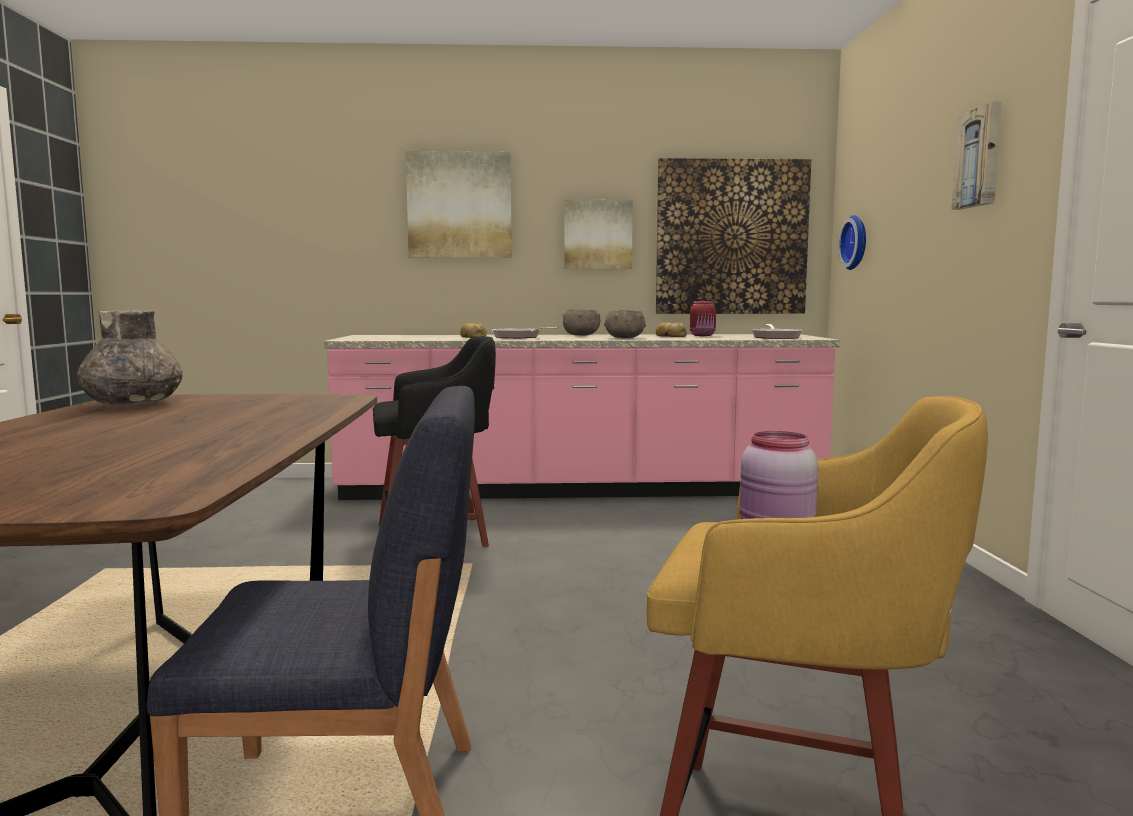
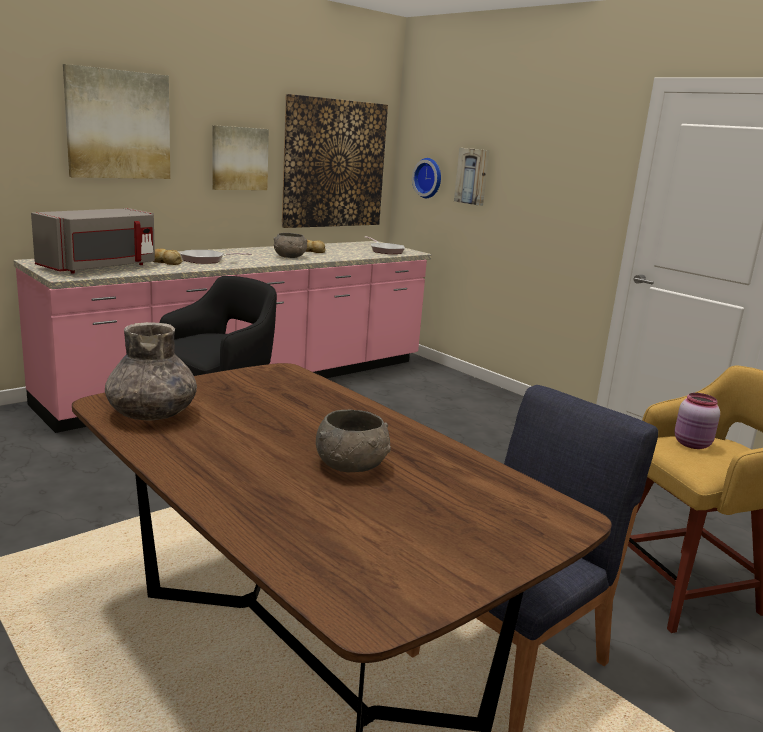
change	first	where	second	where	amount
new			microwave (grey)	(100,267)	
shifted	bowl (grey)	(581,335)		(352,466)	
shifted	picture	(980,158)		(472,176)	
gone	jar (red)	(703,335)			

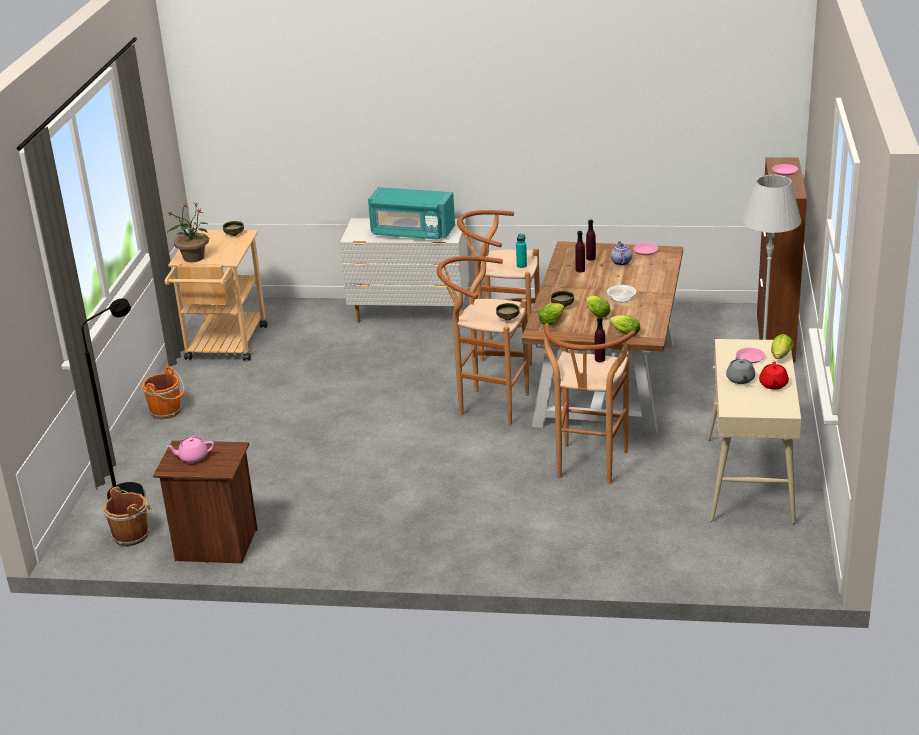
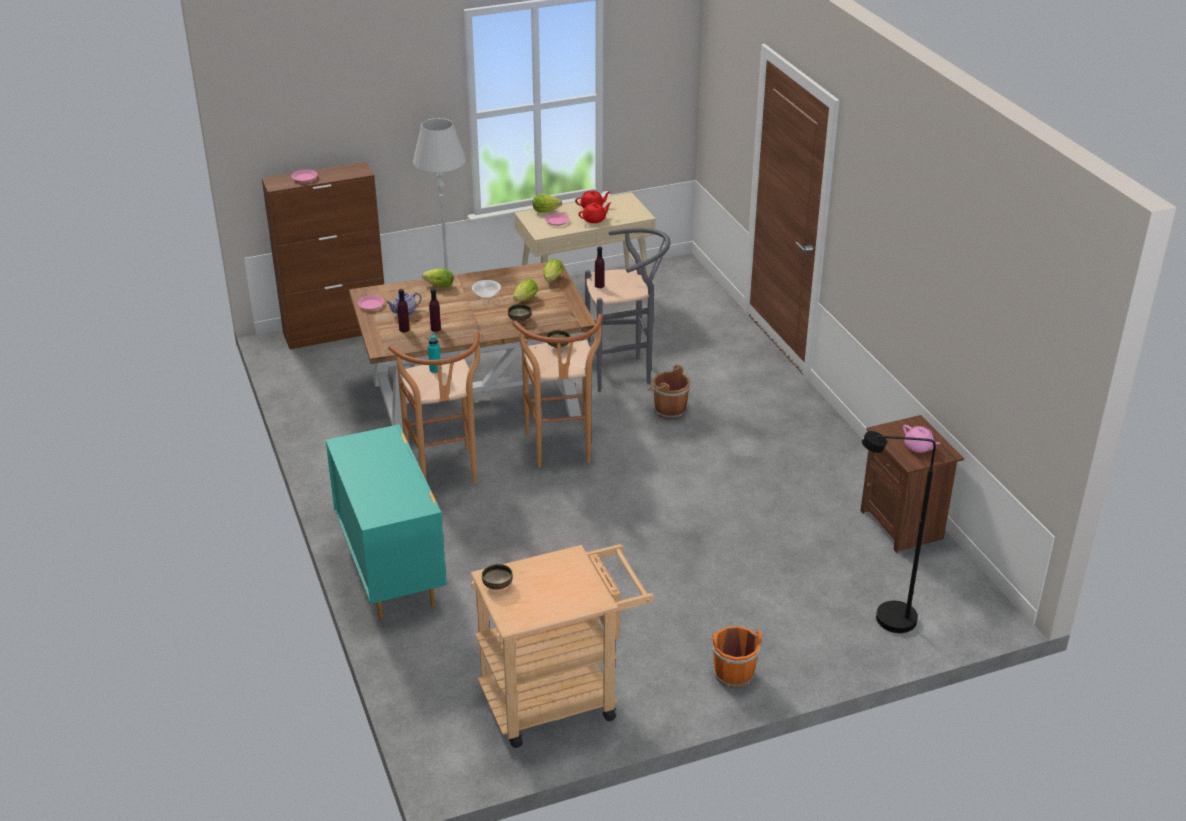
change	first	where	second	where	amount
repainted	dresser (white)	(411,314)	dresser (turquoise)	(391,570)	
shifted	lettuce	(552,321)		(437,286)	
repainted	teapot (grey)	(740,379)	teapot (red)	(594,219)	
repainted	stool (brown)	(588,468)	stool (grey)	(625,372)	
shifted	bucket (brown)	(132,535)		(668,410)	
gone	potted plant	(193,257)			
gone	microwave (turquoise)	(412,233)			

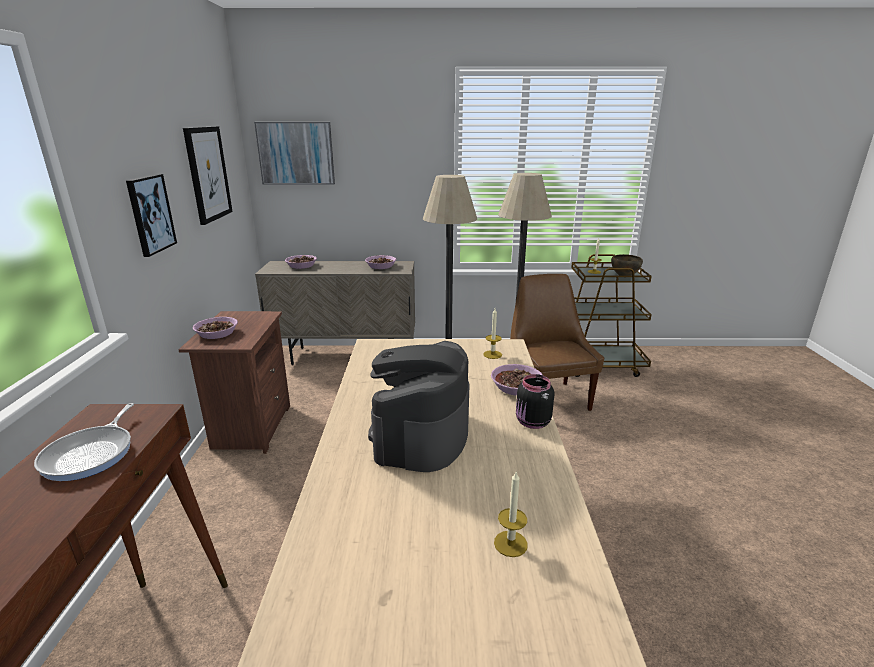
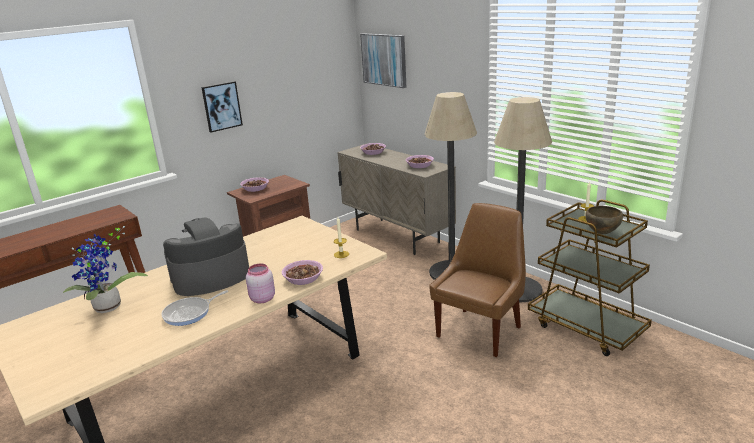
change	first	where	second	where	amount
new			potted plant	(109,309)	
shifted	frying pan	(91,454)		(190,313)	
repainted	jar (black)	(532,423)	jar (pink)	(262,299)	
gone	picture	(207,174)			
gone	candle	(510,543)			

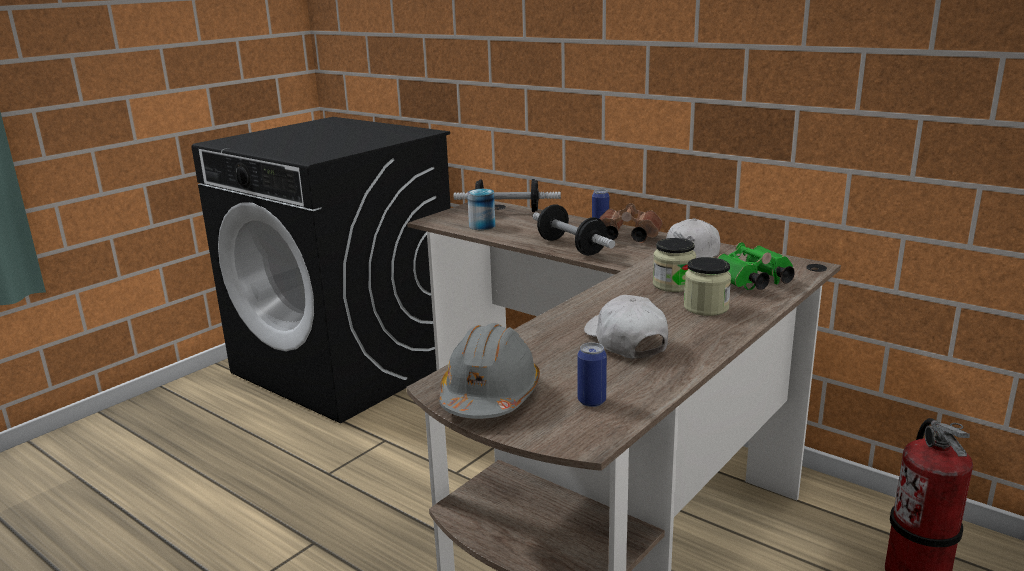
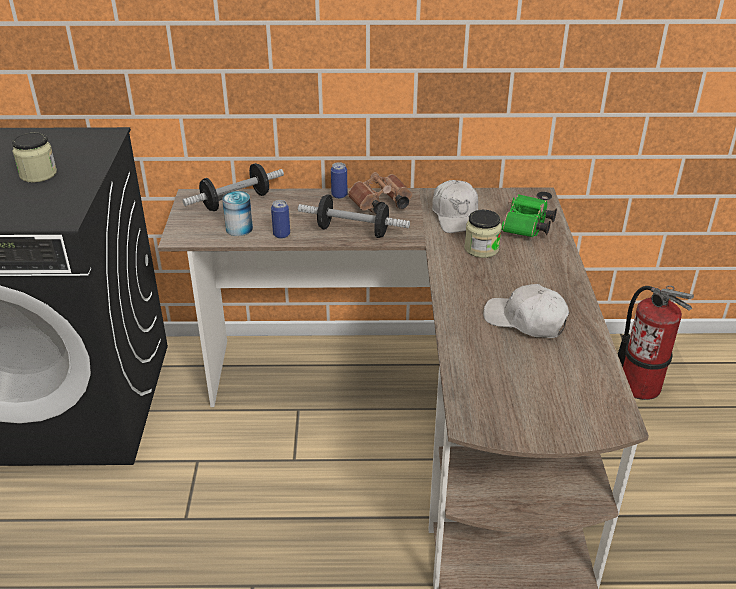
change	first	where	second	where	amount
shifted	jar	(706,307)		(38,174)	
shifted	can	(591,401)		(281,234)	
gone	hard hat (grey)	(489,396)			

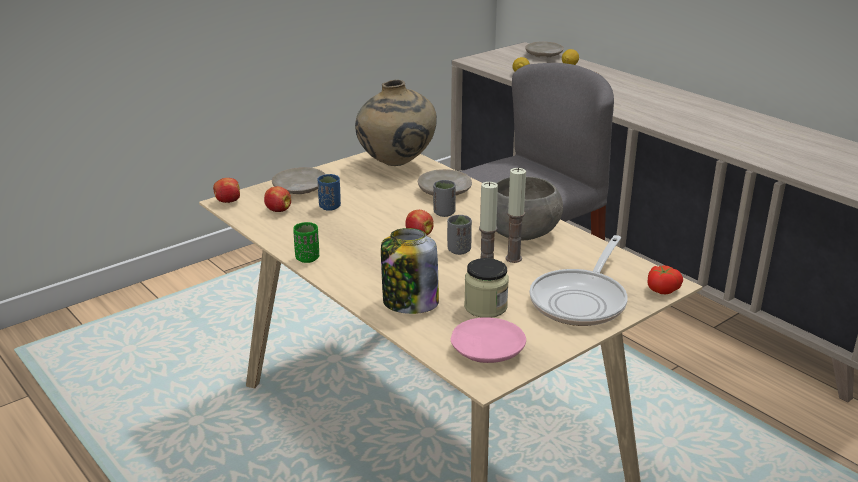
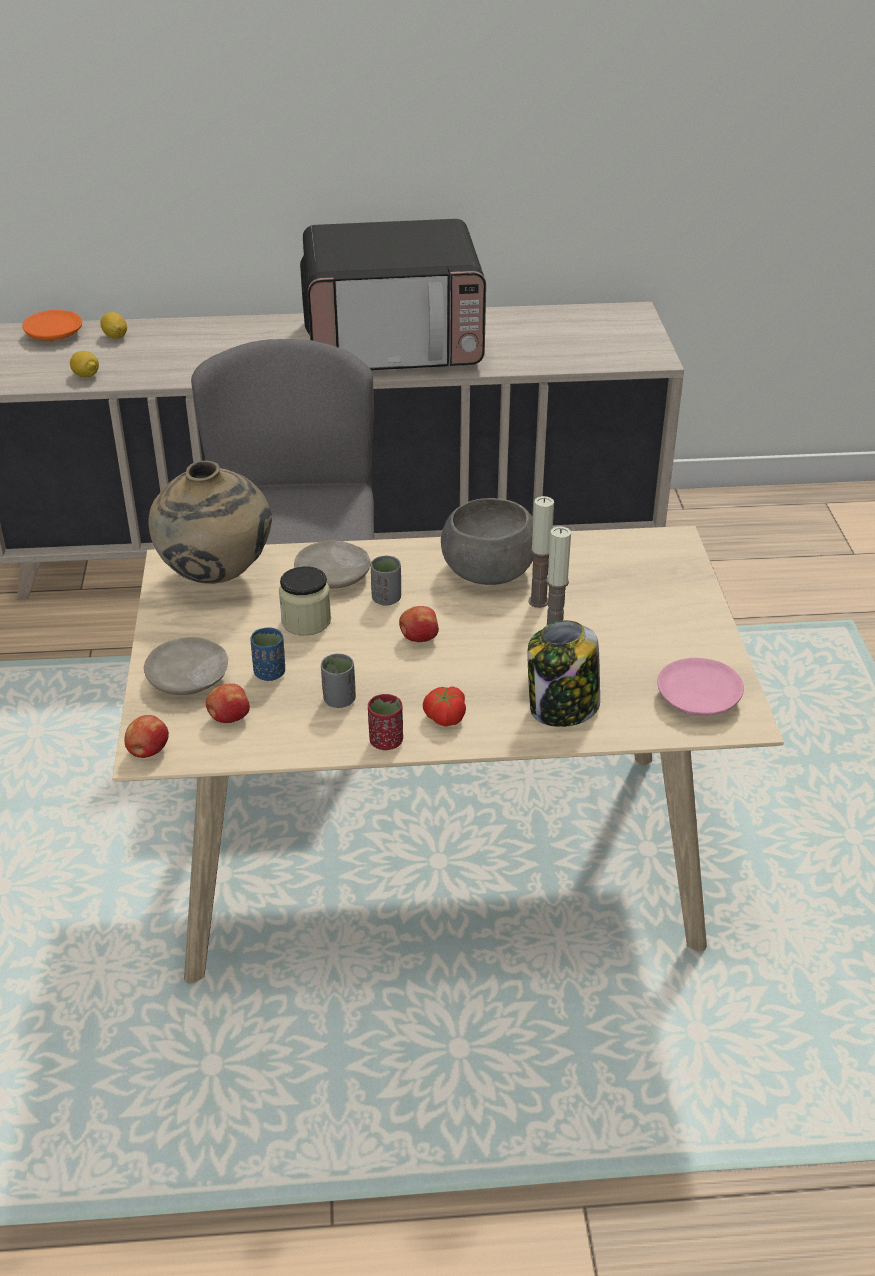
change	first	where	second	where	amount
repainted	plate (beige)	(543,55)	plate (orange)	(54,335)	
shifted	jar	(485,307)		(306,621)	
new			microwave	(394,343)	
shifted	cup (grey)	(459,250)		(339,700)	
repainted	cup (green)	(307,258)	cup (red)	(386,741)	
shifted	tomato	(661,289)		(444,717)	
gone	frying pan	(581,300)			

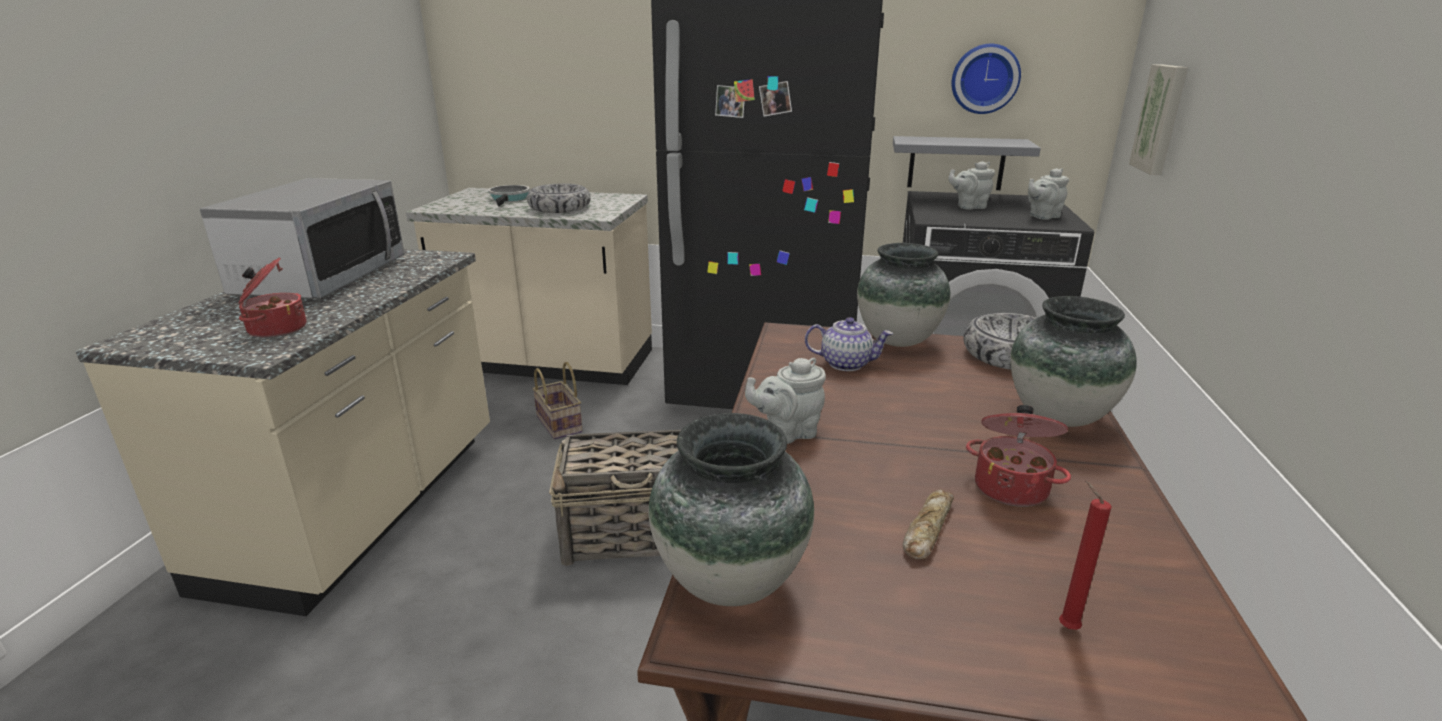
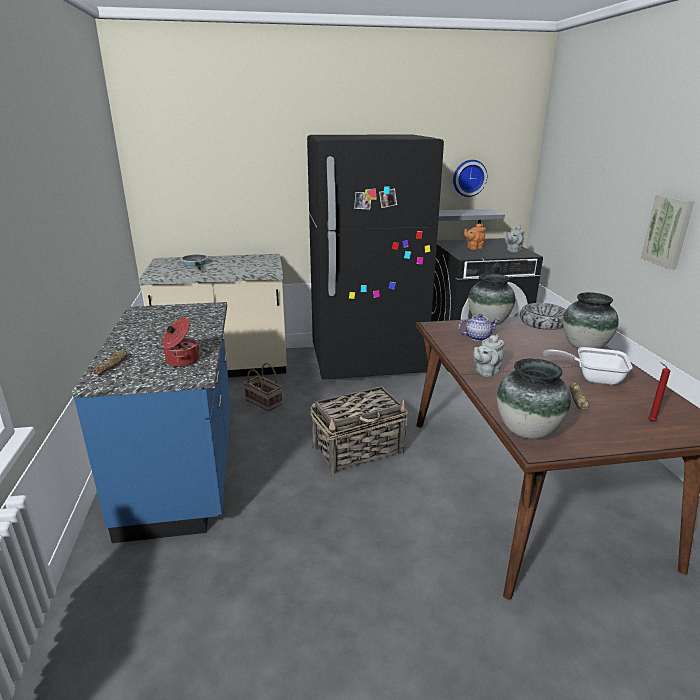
change	first	where	second	where	amount
repainted	counter (beige)	(364,508)	counter (blue)	(184,471)	
new			bread	(112,365)	
repainted	teapot (grey)	(969,207)	teapot (orange)	(473,248)	
swapped	cooking pot	(1011,487)	frying pan	(592,378)	
shifted	picture	(1161,119)		(668,231)	
gone	microwave	(322,278)			
gone	bowl	(560,208)			

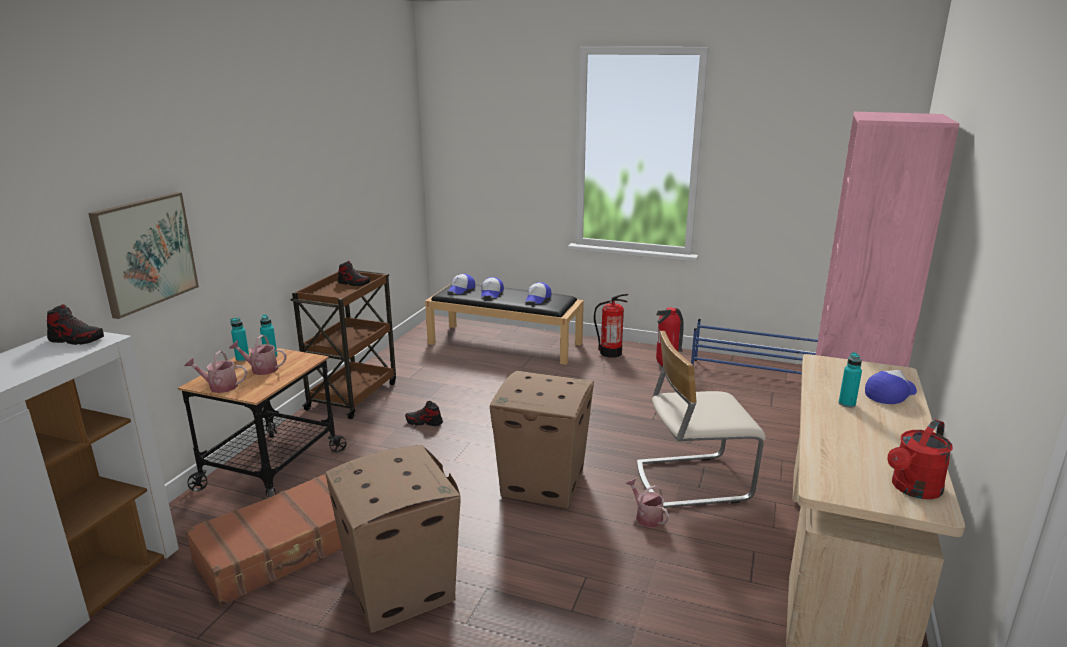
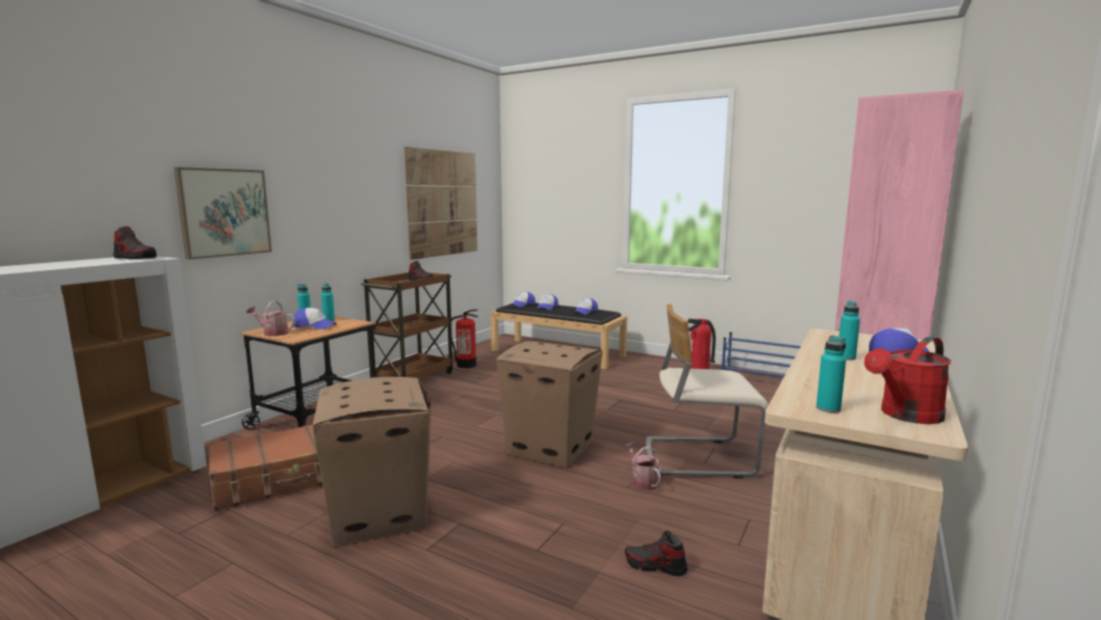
change	first	where	second	where	amount
swapped	watering can	(261,369)	cap	(314,326)	
new			picture	(443,203)	
shifted	fire extinguisher	(610,353)		(466,365)	
shifted	shoe	(424,422)		(655,566)	
new			bottle (turquoise)	(828,409)	

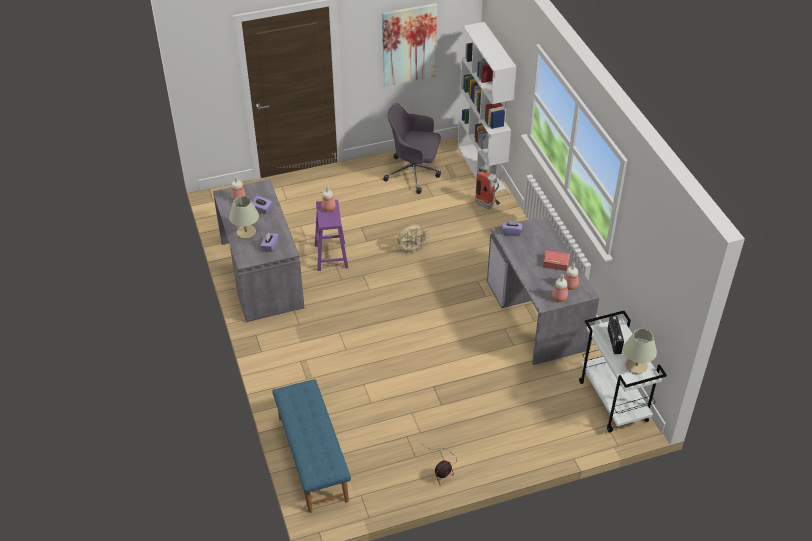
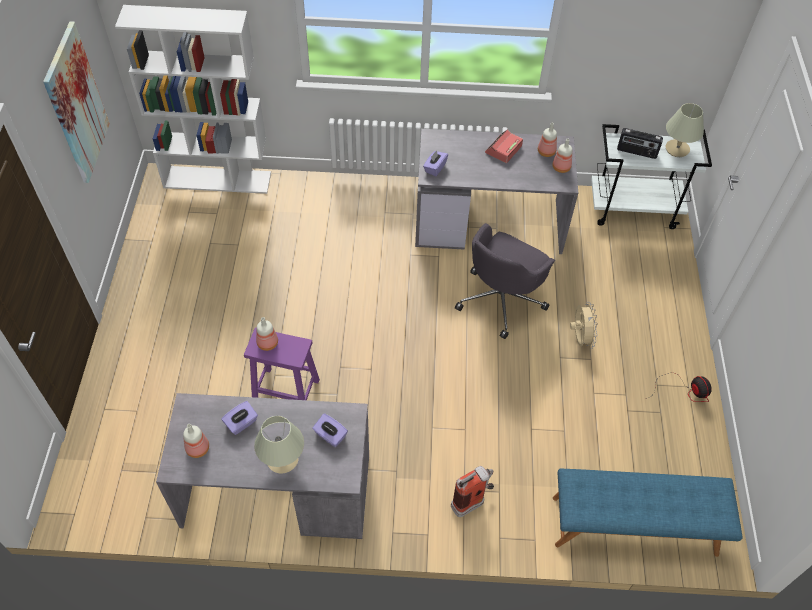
change	first	where	second	where	amount
shifted	fire extinguisher	(487,205)		(472,502)	
shifted	office chair (grey)	(414,173)		(501,299)	
shifted	fan (beige)	(412,249)		(579,338)	

